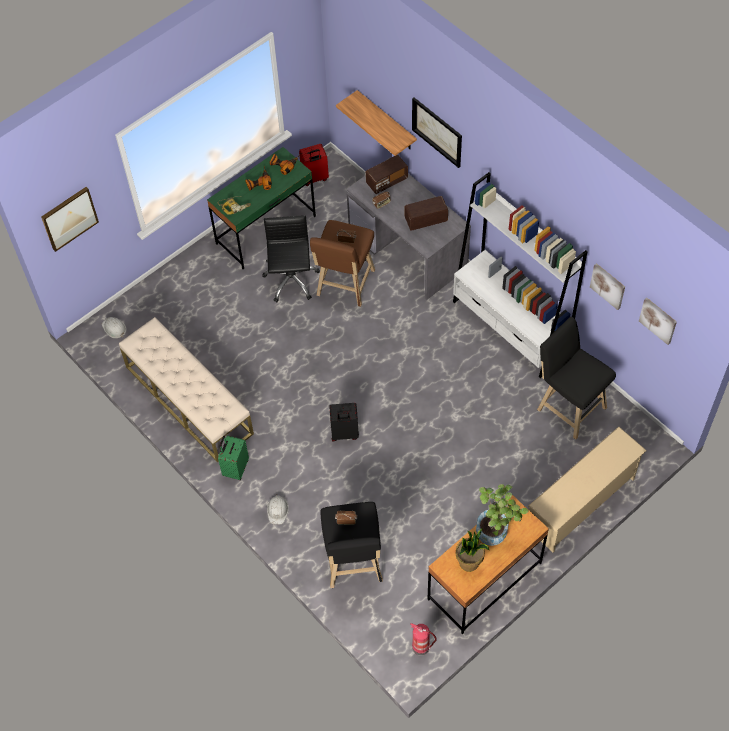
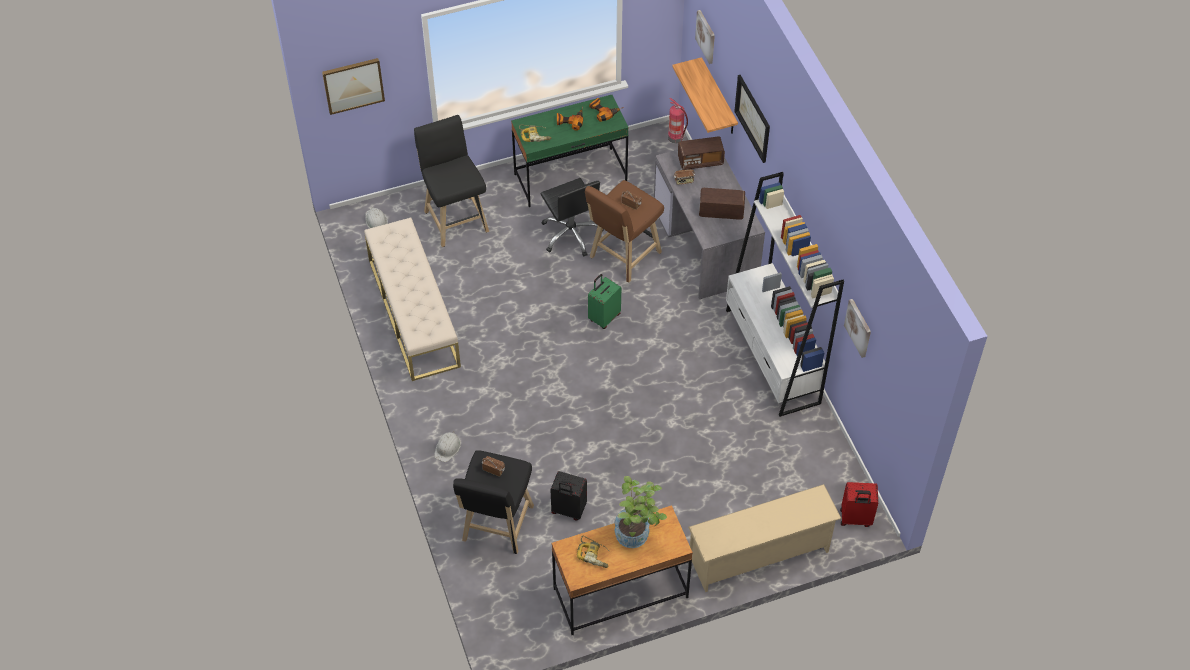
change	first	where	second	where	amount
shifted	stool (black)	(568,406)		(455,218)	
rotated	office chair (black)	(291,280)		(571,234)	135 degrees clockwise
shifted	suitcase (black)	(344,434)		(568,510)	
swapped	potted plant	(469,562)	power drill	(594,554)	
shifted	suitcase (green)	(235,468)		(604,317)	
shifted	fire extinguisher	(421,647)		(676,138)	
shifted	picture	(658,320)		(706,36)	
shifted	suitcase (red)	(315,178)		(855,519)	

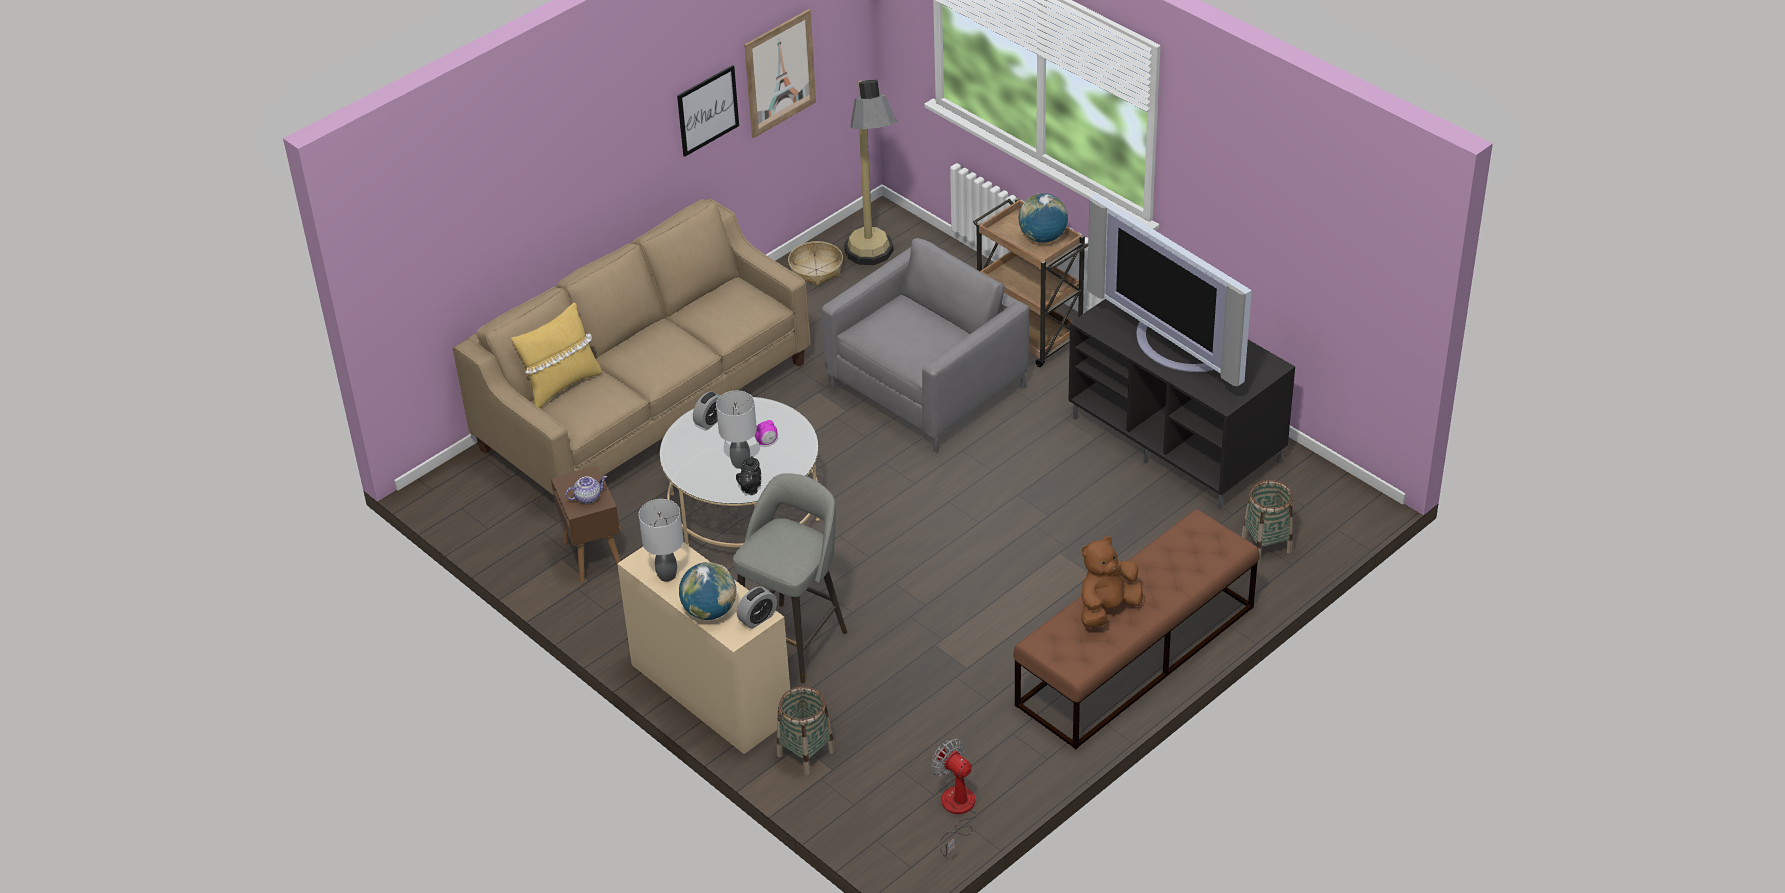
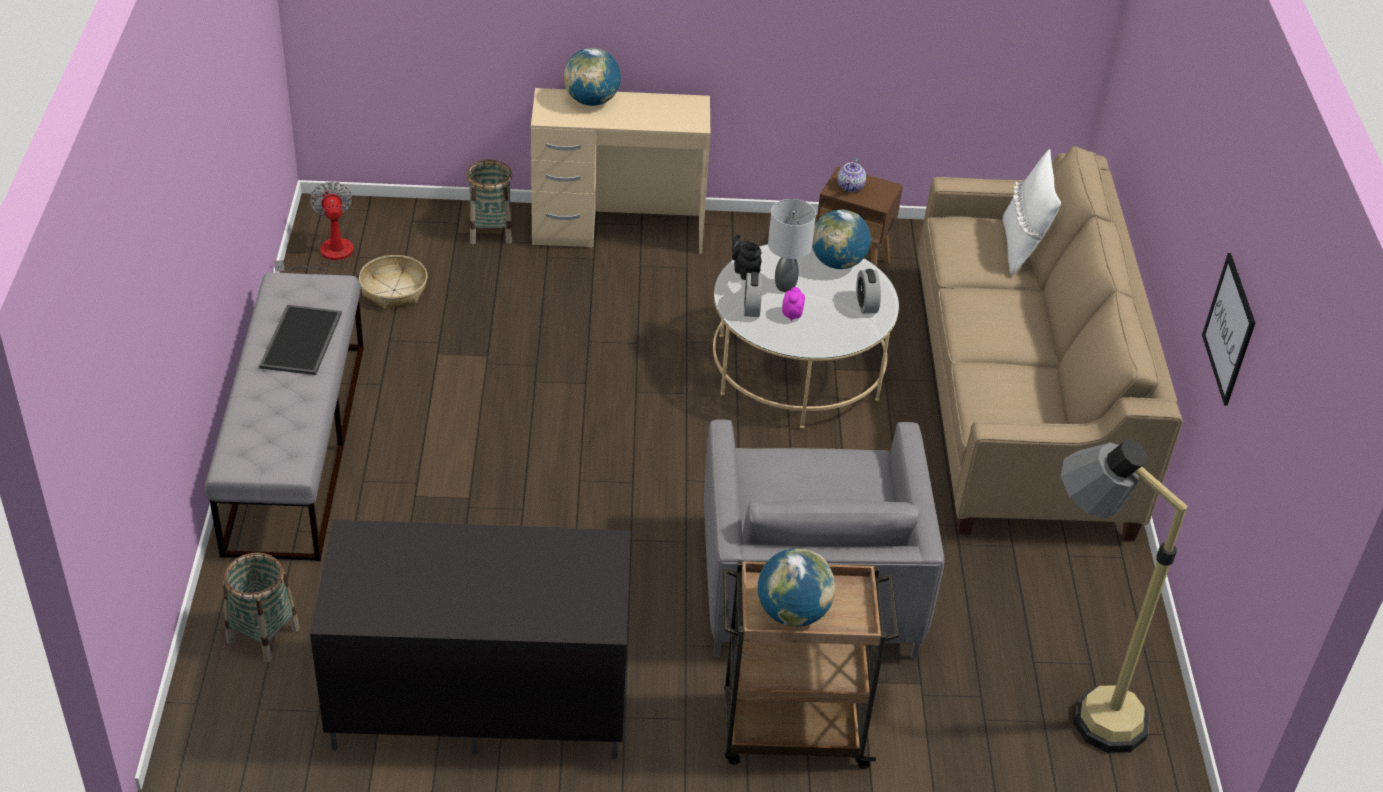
change	first	where	second	where	amount
repainted	bench (brown)	(1135,656)	bench (grey)	(296,445)	
swapped	plush toy (brown)	(1107,609)	tray	(302,341)	
rotated	fan	(956,811)		(327,256)	105 degrees counterclockwise
shifted	basket	(816,270)		(394,290)	
shifted	alarm clock	(757,618)		(751,308)	
new			globe	(837,263)	
repainted	pillow (yellow)	(561,385)	pillow (white)	(1022,247)	
gone	table lamp (grey)	(667,575)			
gone	stool (grey)	(794,640)			
gone	picture	(780,73)			
gone	television	(1178,345)			

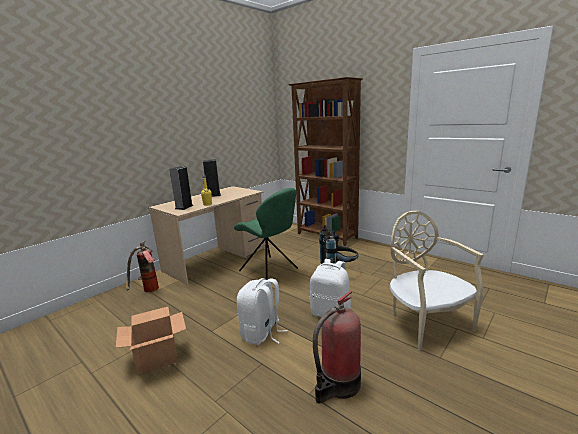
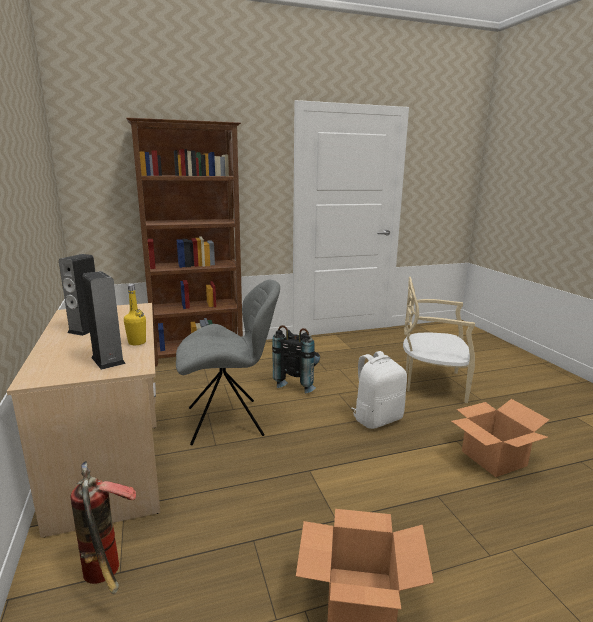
change	first	where	second	where	amount
repainted	chair (green)	(270,270)	chair (grey)	(228,421)	
swapped	fire extinguisher	(338,384)	cardboard box	(494,459)	
gone	backpack (white)	(261,333)			

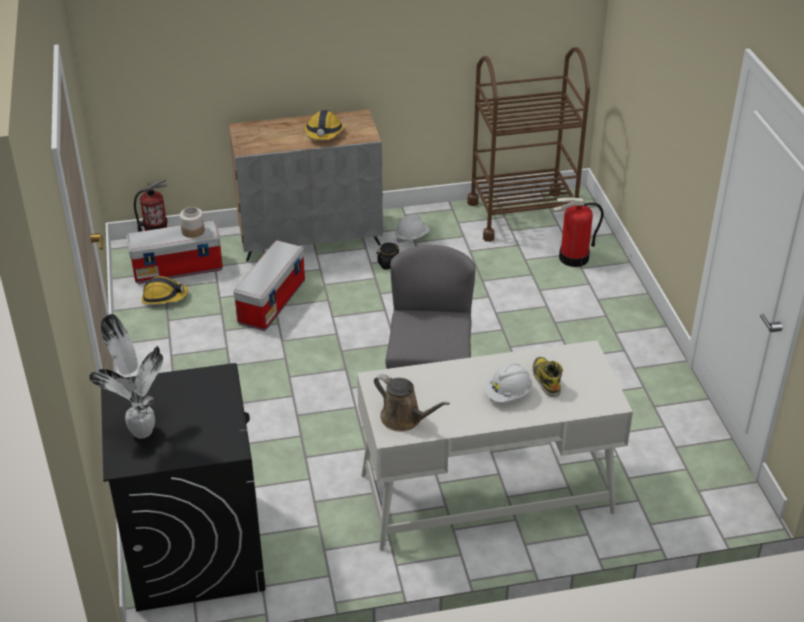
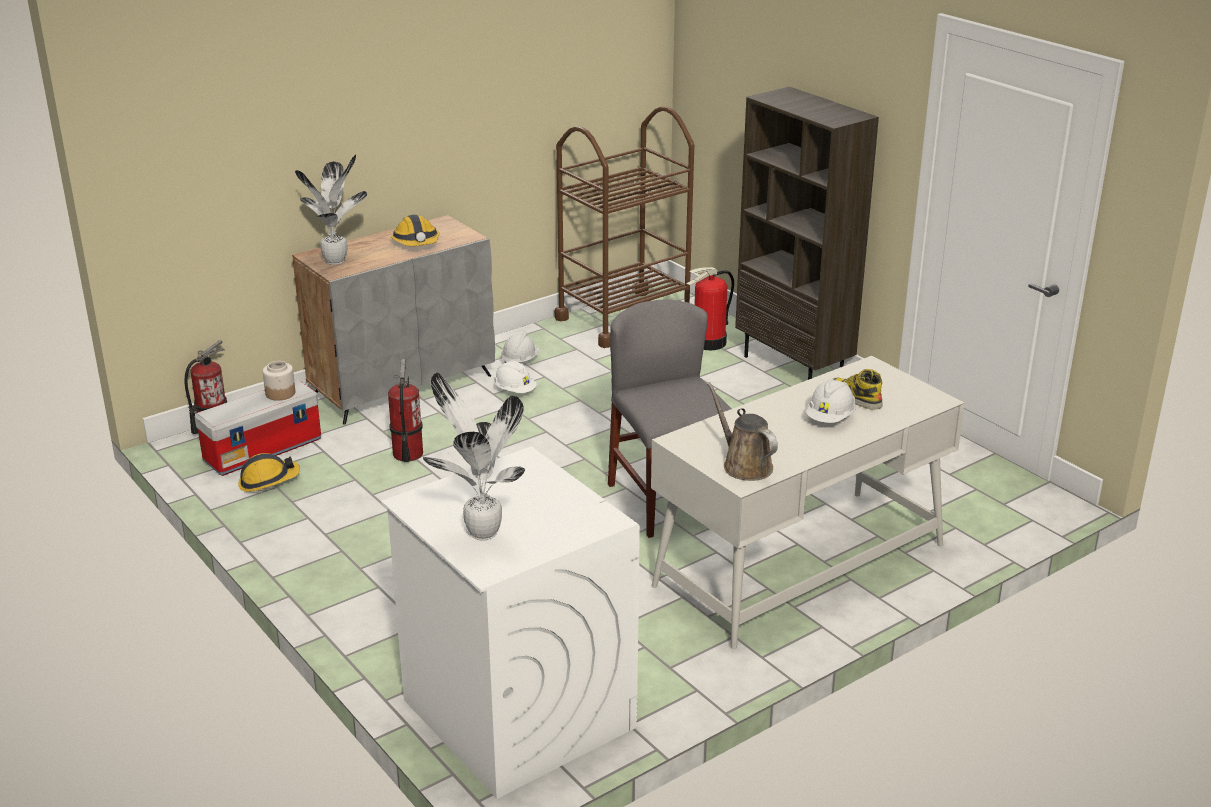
change	first	where	second	where	amount
new			potted plant	(337,261)	
repainted	washing machine (black)	(195,548)	washing machine (white)	(517,712)	
swapped	storage box	(271,301)	fire extinguisher	(407,454)	
swapped	jar (black)	(388,264)	hard hat (white)	(515,391)	
rotated	watering can (brown)	(404,419)		(744,465)	135 degrees counterclockwise
new			bookcase (brown)	(794,367)	

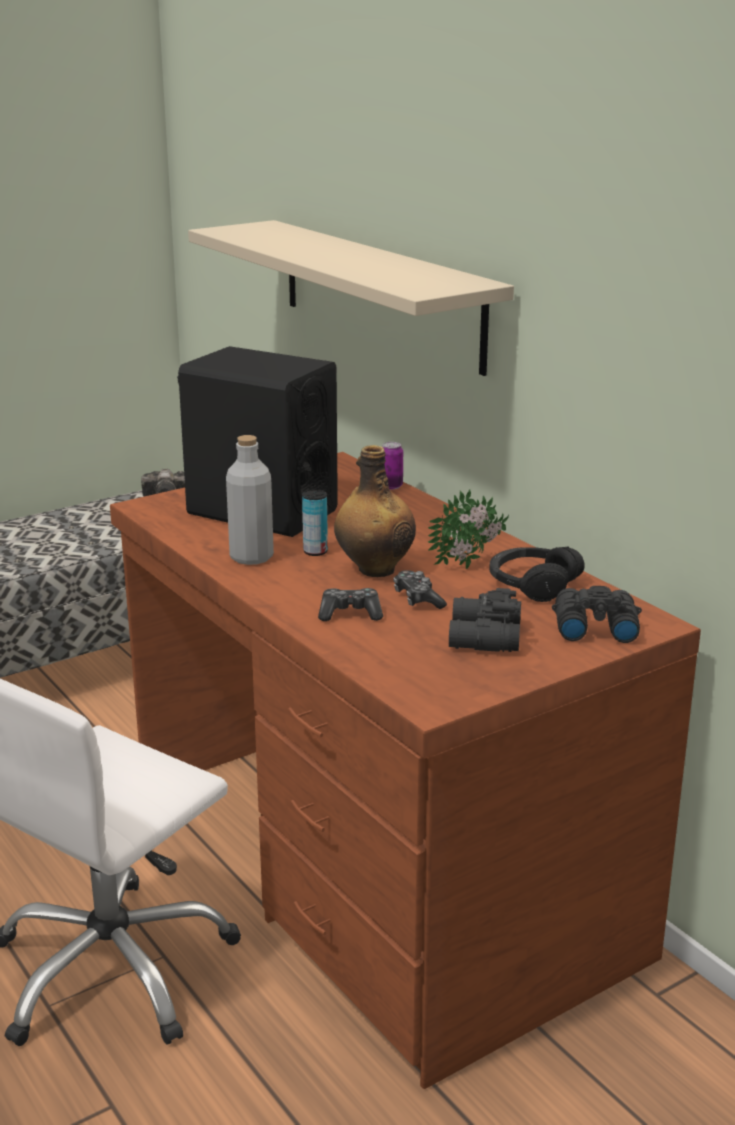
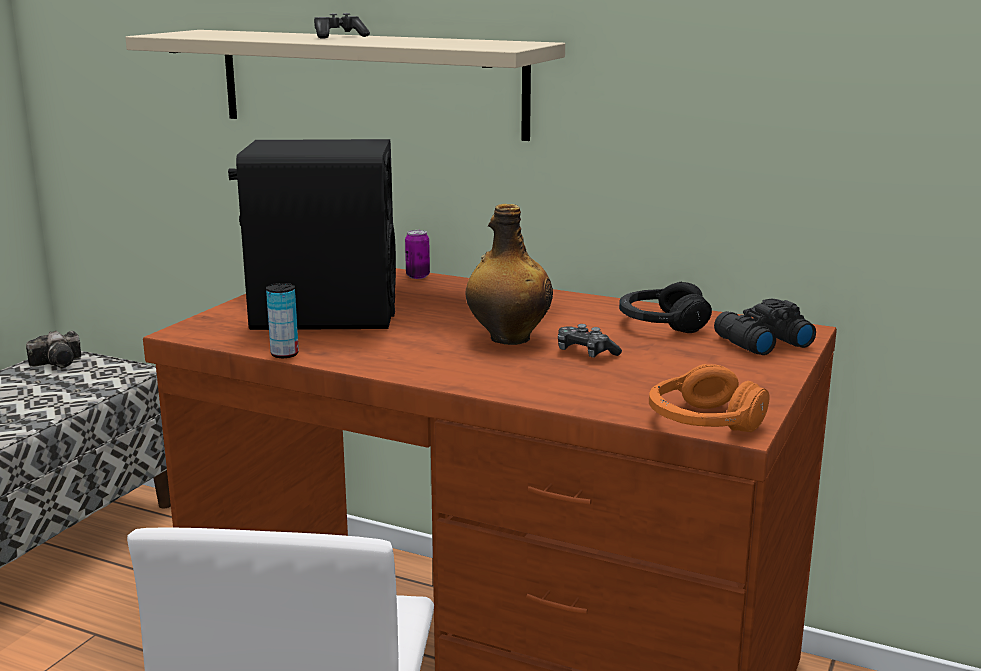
change	first	where	second	where	amount
shifted	can	(315,552)		(284,354)	
shifted	game controller	(350,614)		(339,37)	
new			headphones (orange)	(703,422)	
gone	bottle (grey)	(251,557)			
gone	potted plant	(471,564)			
gone	binoculars (black)	(482,637)			

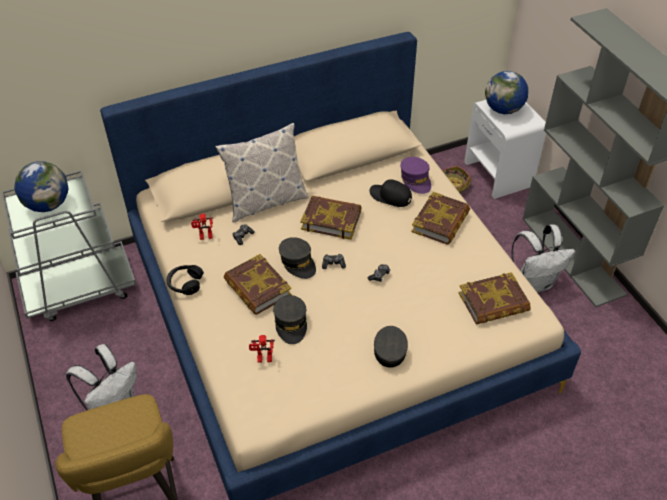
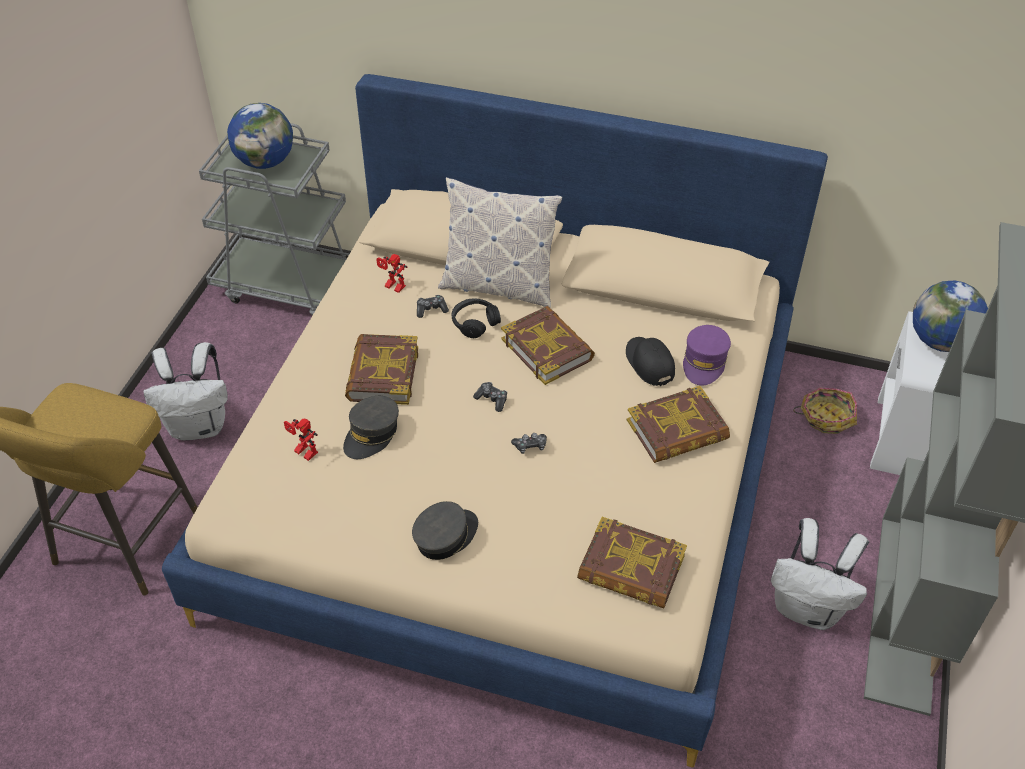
change	first	where	second	where	amount
shifted	headphones (black)	(185,283)		(475,323)	
gone	cap (grey)	(298,262)			

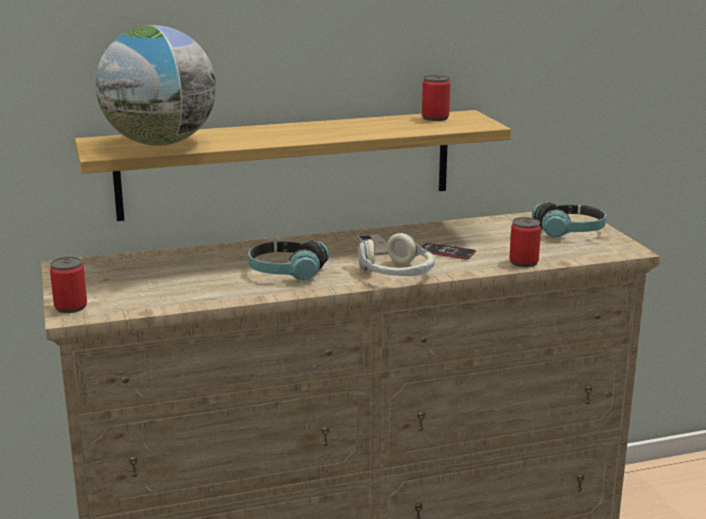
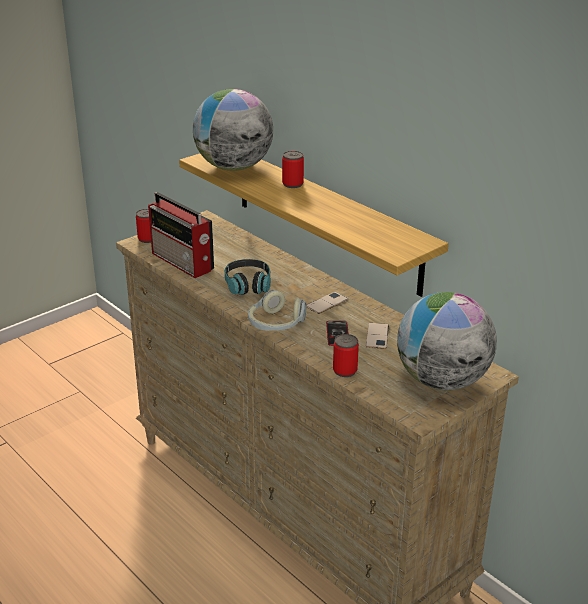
change	first	where	second	where	amount
new			radio	(183,262)	
shifted	can	(435,118)		(292,184)	
new			phone	(377,336)	
swapped	headphones	(569,231)	globe	(441,381)	

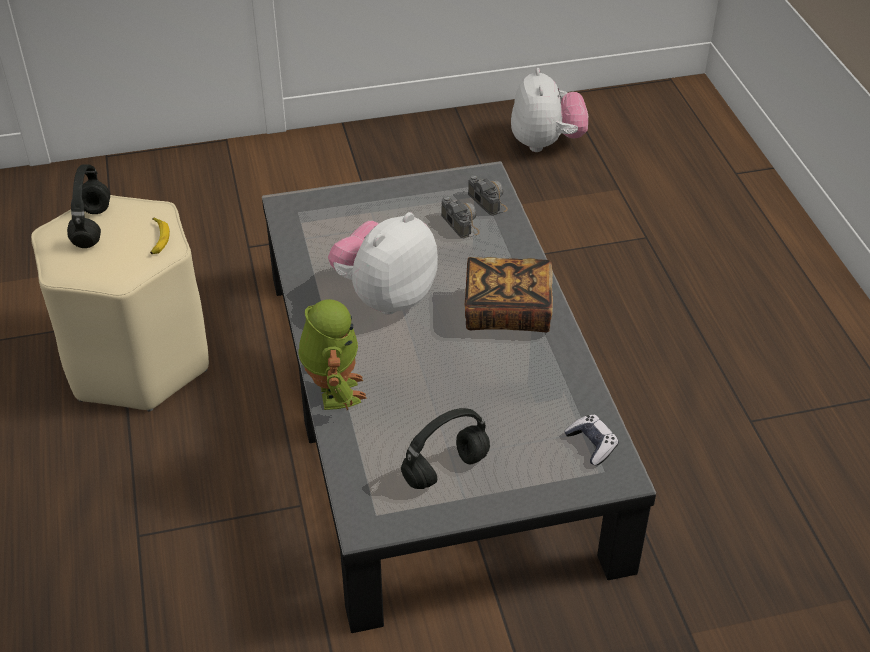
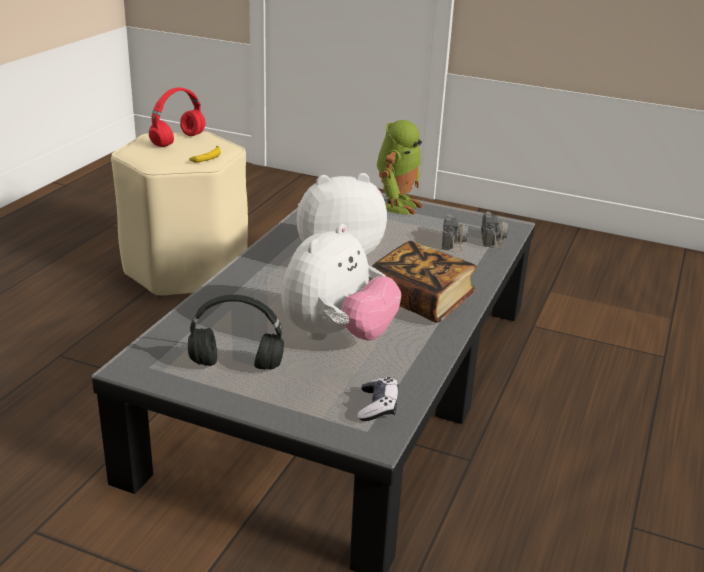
change	first	where	second	where	amount
repainted	headphones (black)	(91,226)	headphones (red)	(178,140)	
shifted	plush toy	(546,143)		(337,335)	
shifted	toy robot	(333,391)		(397,205)	

